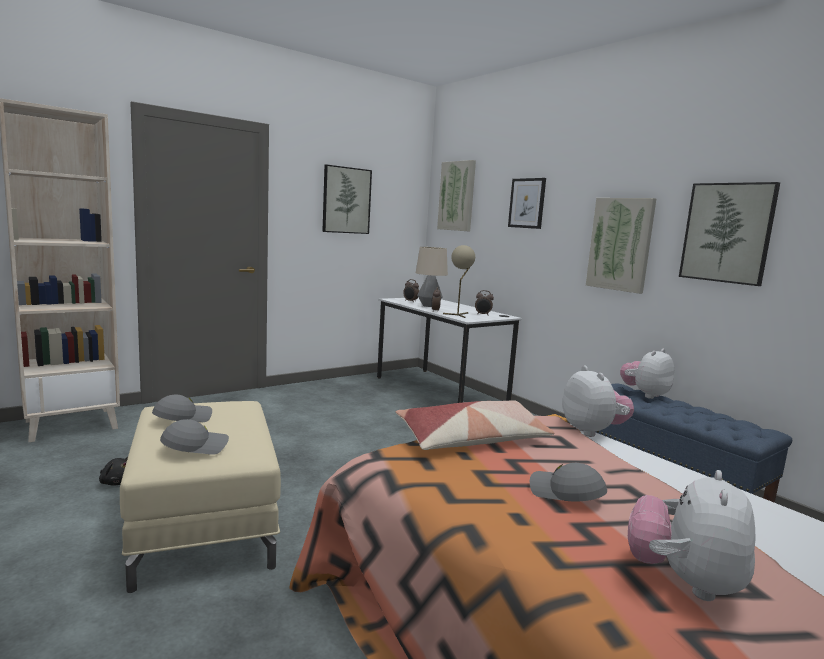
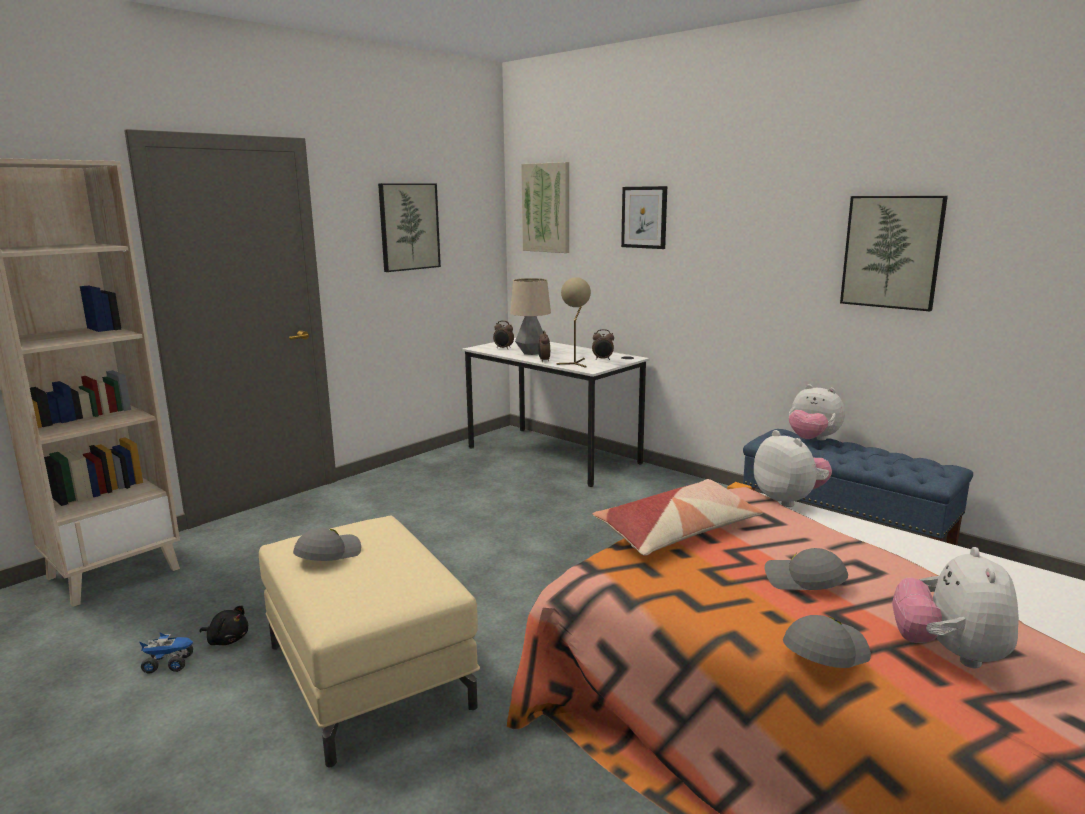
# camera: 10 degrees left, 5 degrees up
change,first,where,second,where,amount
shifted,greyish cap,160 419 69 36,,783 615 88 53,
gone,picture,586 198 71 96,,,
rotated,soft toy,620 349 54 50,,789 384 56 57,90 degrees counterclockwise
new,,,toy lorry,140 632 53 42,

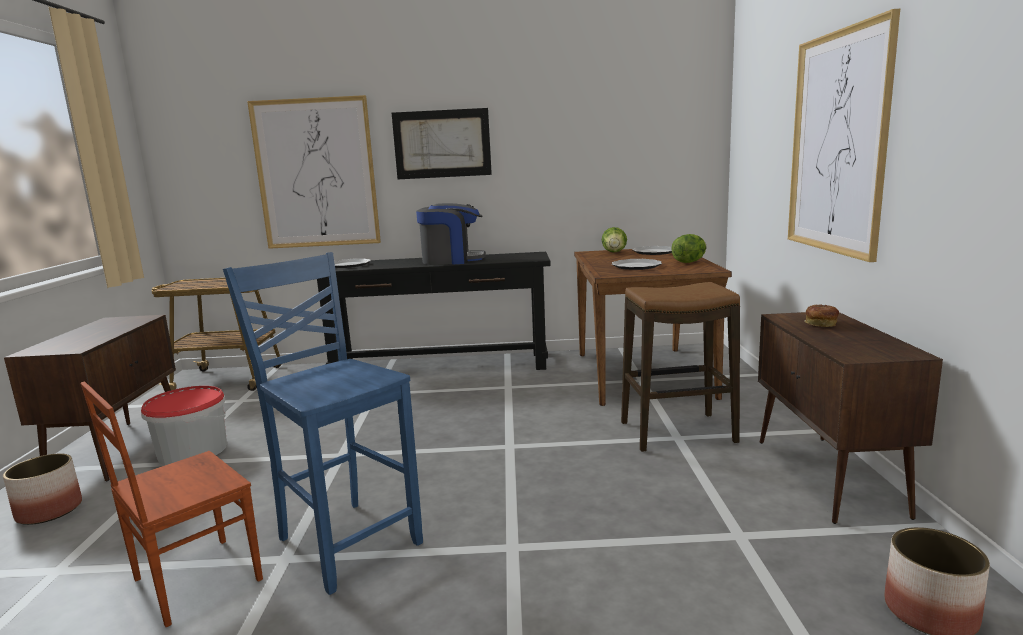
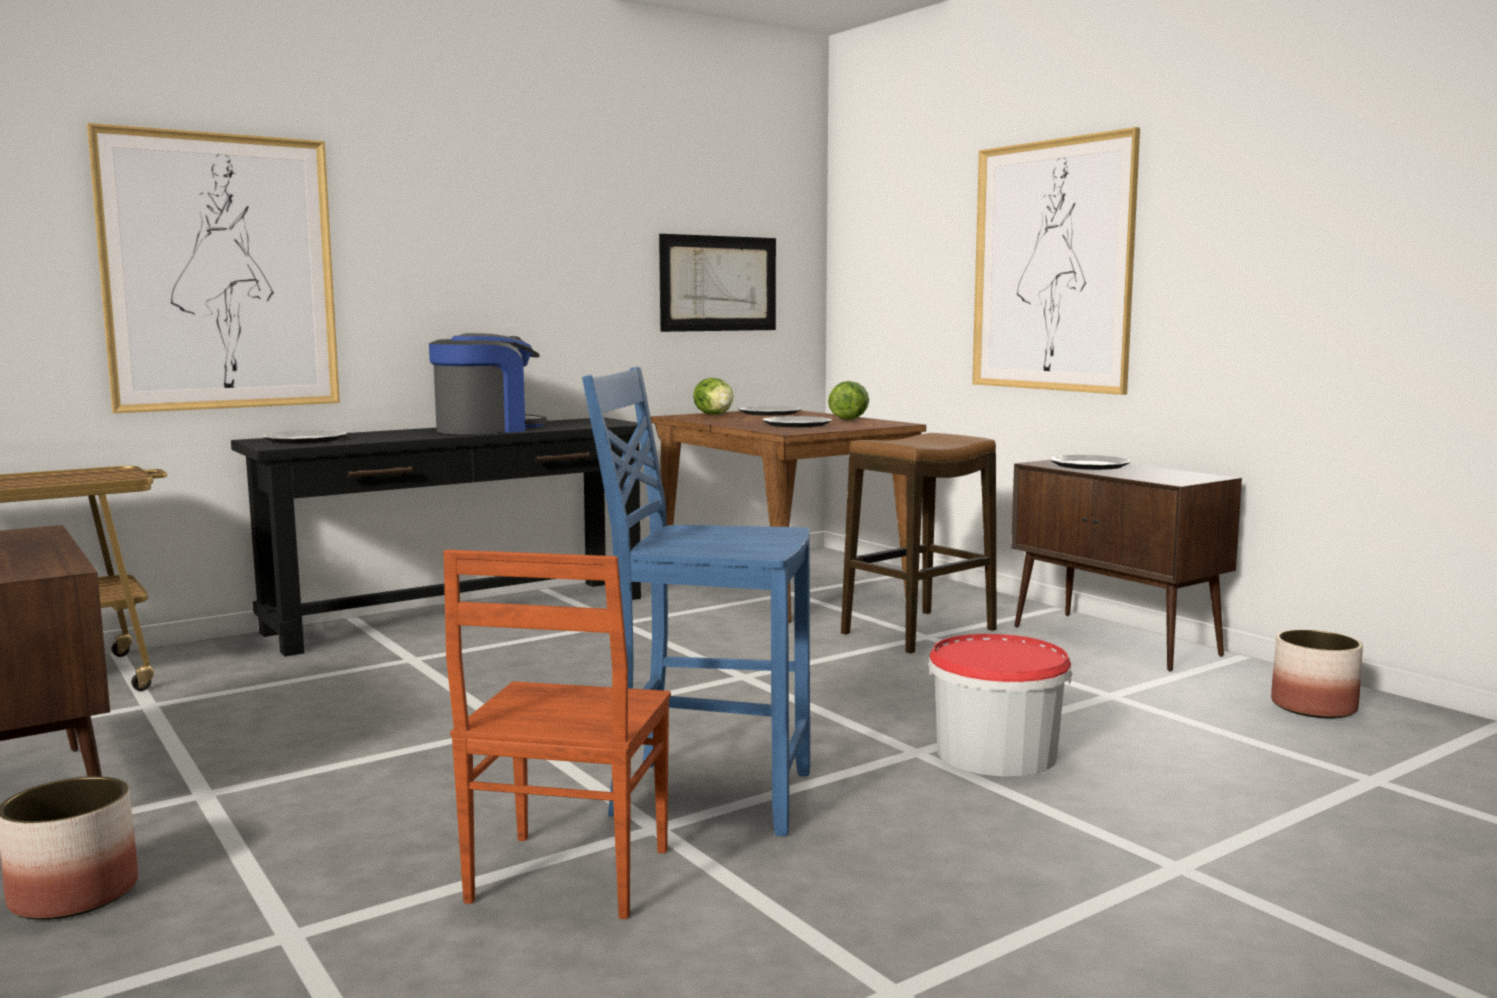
# camera: 35 degrees left, 5 degrees down
change,first,where,second,where,amount
shifted,water bucket,141 386 86 79,,928 634 144 143,
shifted,picture,392 108 100 71,,659 234 117 98,
swapped,bakery bread,804 304 35 23,flat dish,1050 455 81 15,

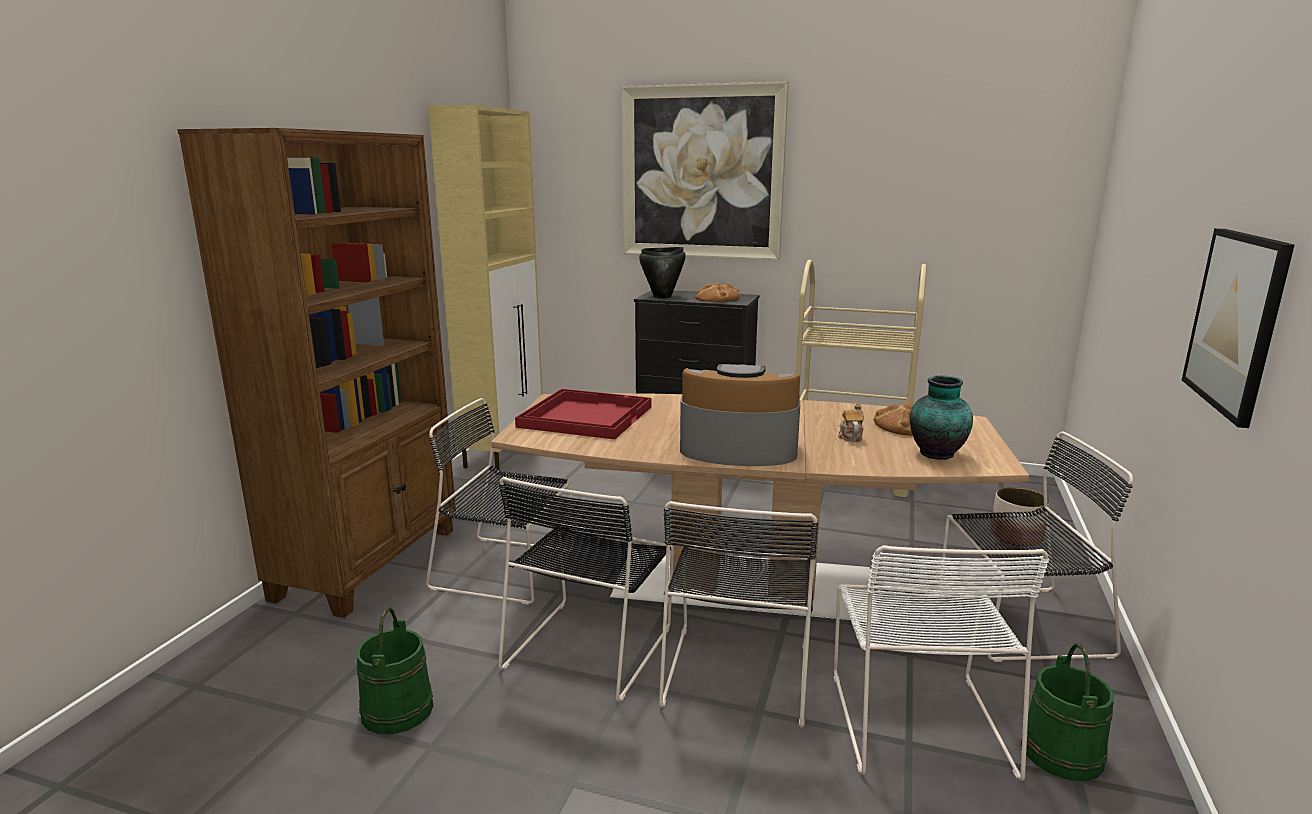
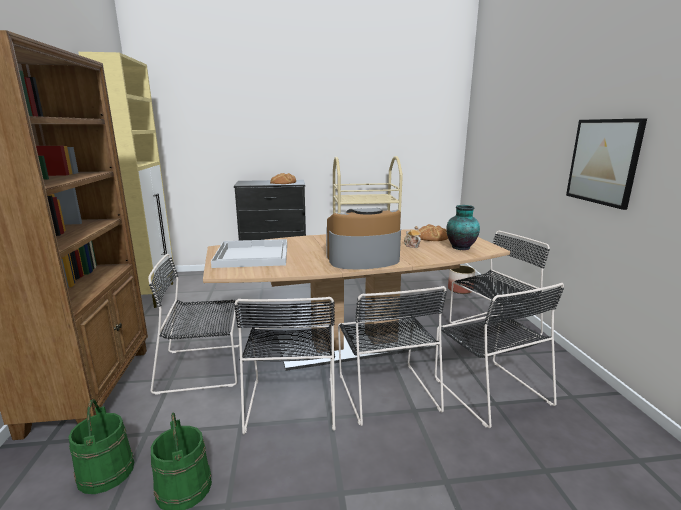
# camera: 25 degrees left, 0 degrees up
change,first,where,second,where,amount
repainted,red carrying tray,515 389 137 50,white carrying tray,211 239 76 29,
gone,picture,621 81 168 179,,,
gone,black stockpot,639 247 47 51,,,
repainted,white upright chair,833 545 216 236,black upright chair,435 283 129 145,
shifted,greenish water bucket,1021 643 93 138,,69 399 65 95,

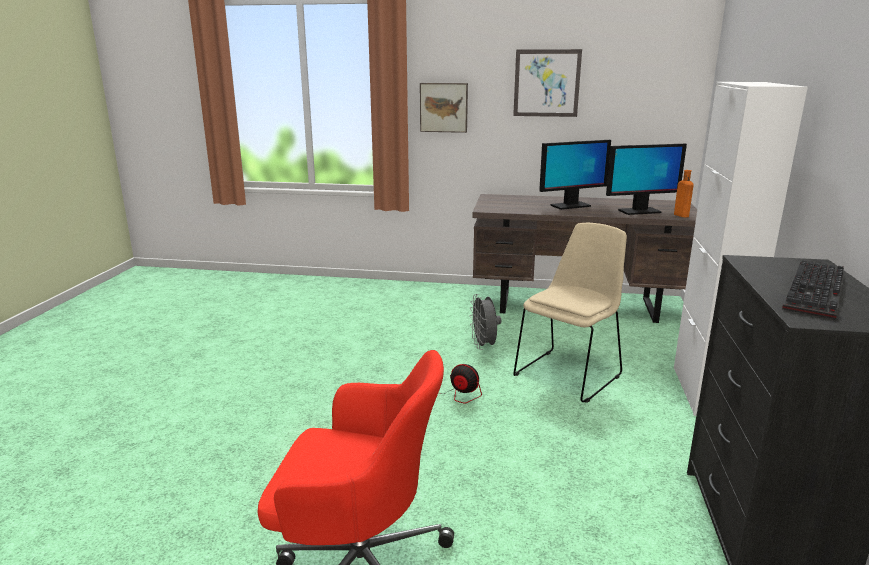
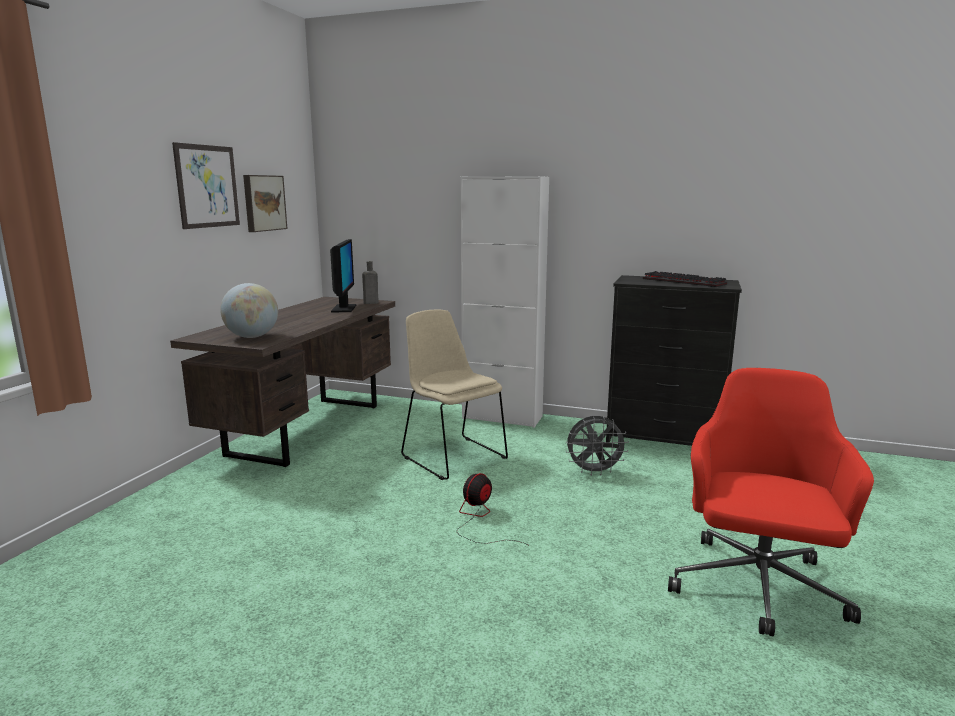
# camera: 80 degrees left, 5 degrees down
change,first,where,second,where,amount
shifted,picture,420 83 48 50,,243 175 44 57,
shifted,greyish cooling fan,470 294 31 56,,566 416 63 60,
gone,monitor,539 140 72 70,,,
repainted,orange bottle,674 170 20 47,greyish bottle,362 261 17 43,
new,,,desk globe,220 283 58 55,

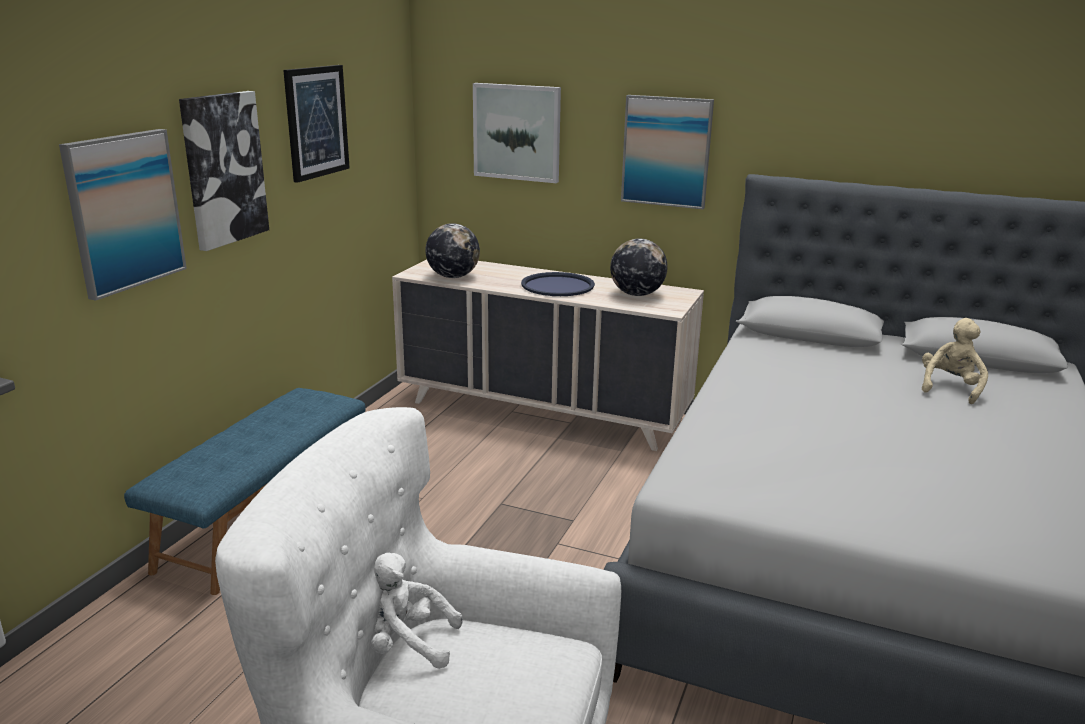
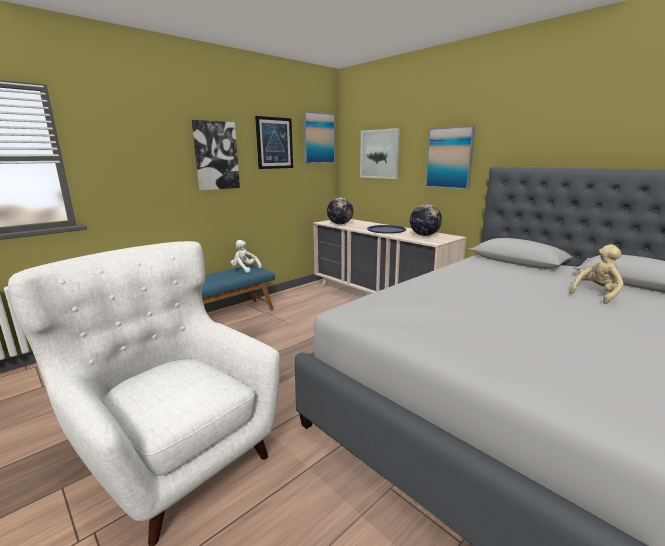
# camera: 25 degrees right, 5 degrees down
change,first,where,second,where,amount
shifted,picture,59 129 128 172,,303 111 32 53,
shifted,white soft toy,371 553 91 116,,231 240 31 33,

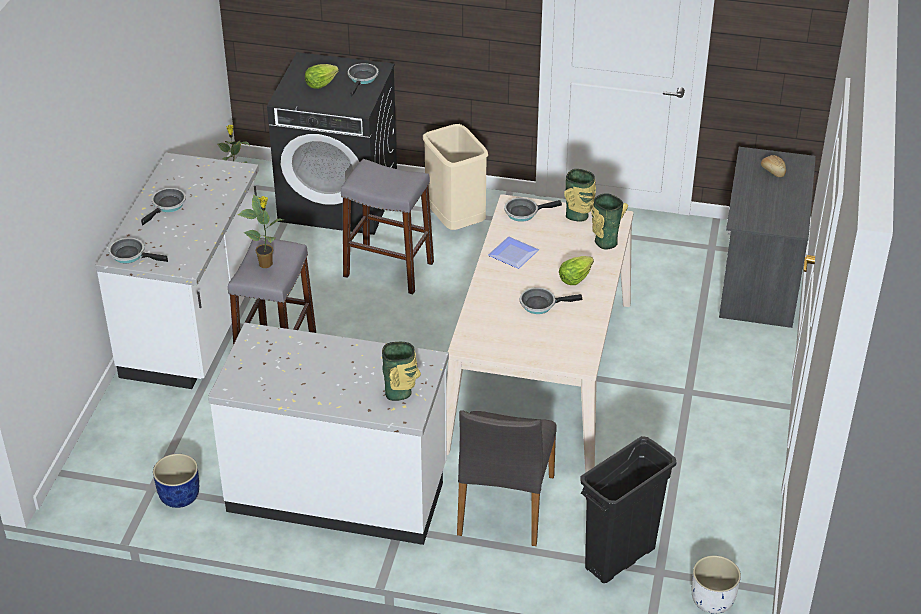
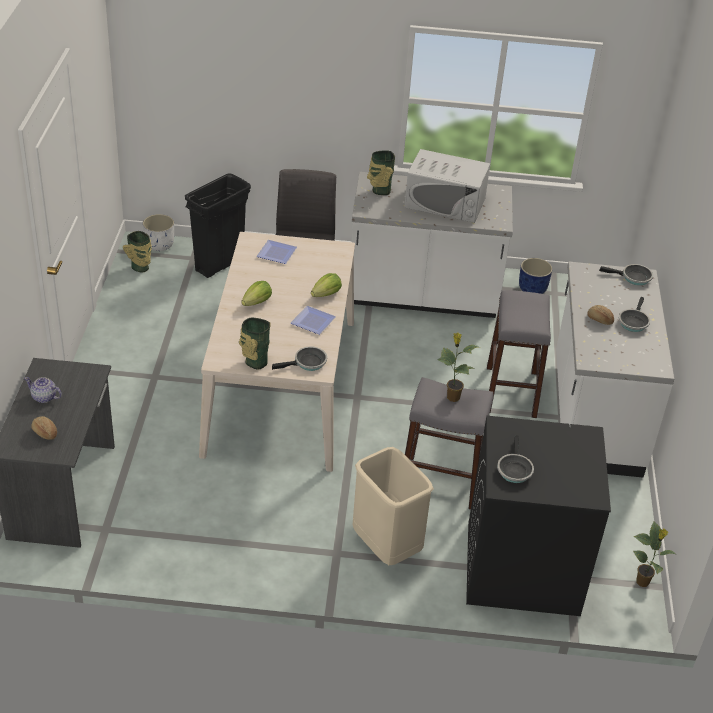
# camera: 170 degrees right, 0 degrees up
change,first,where,second,where,amount
shifted,houseplant,238 195 45 73,,437 333 42 69,
shifted,head of lettuce,305 64 34 25,,311 273 31 24,
gone,skillet,520 287 62 27,,,
shifted,decorative vase,591 193 37 57,,123 231 29 42,
new,,,pot for tea,24 377 38 26,
new,,,flat dish,257 240 40 24,
new,,,white microwave,404 149 86 74,
new,,,bakery bread,587 305 27 20,

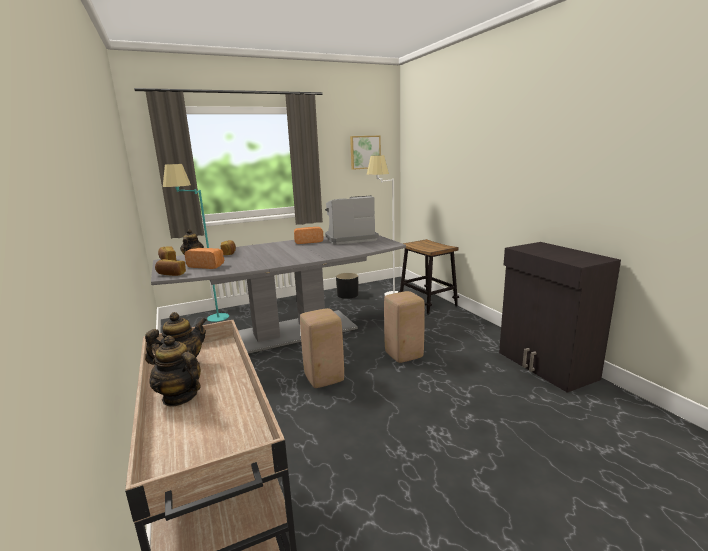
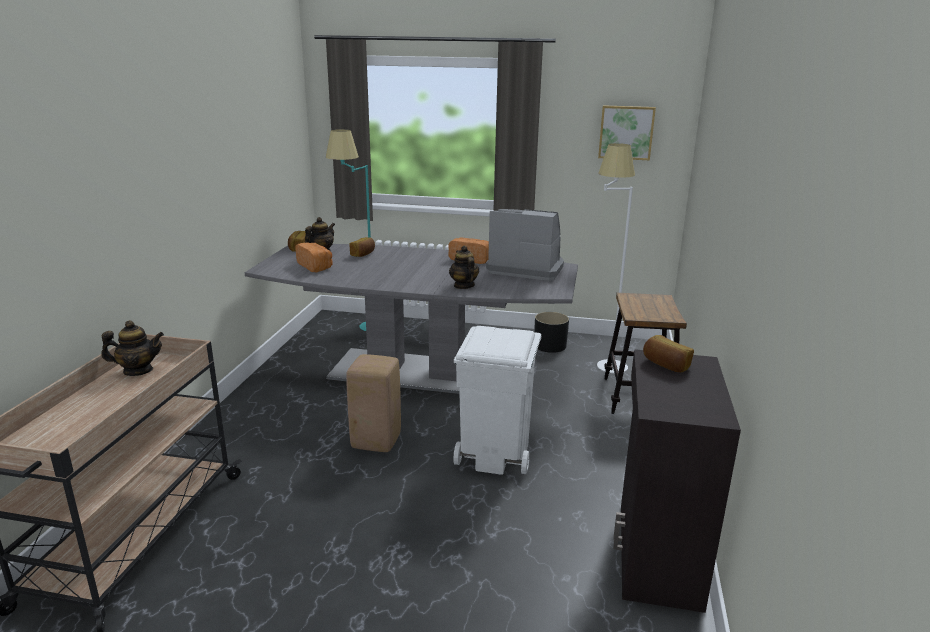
# camera: 35 degrees right, 5 degrees up
change,first,where,second,where,amount
shifted,pot for tea,150 336 51 71,,449 245 30 44,
shifted,bakery bread,155 259 31 17,,643 335 51 37,
swapped,sand-coloured stool,384 291 41 72,white rubbish bin,453 326 88 149,

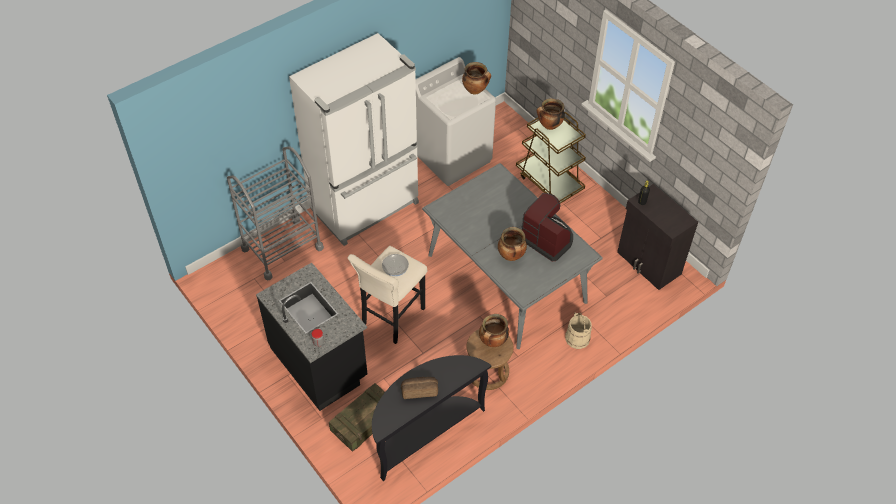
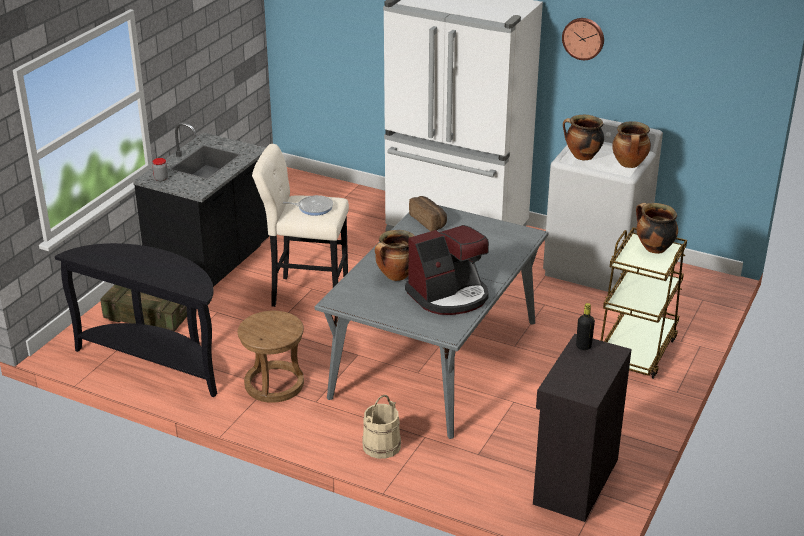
# camera: 65 degrees right, 20 degrees down
change,first,where,second,where,amount
gone,greyish wheeled cart,227 146 97 135,,,
shifted,bakery bread,401 377 37 22,,409 196 38 35,
shifted,stockpot,479 314 30 33,,563 115 41 45,
rotated,coffee brewer,522 193 51 68,,405 225 84 90,45 degrees clockwise
new,,,clock on the wall,562 18 42 42,

